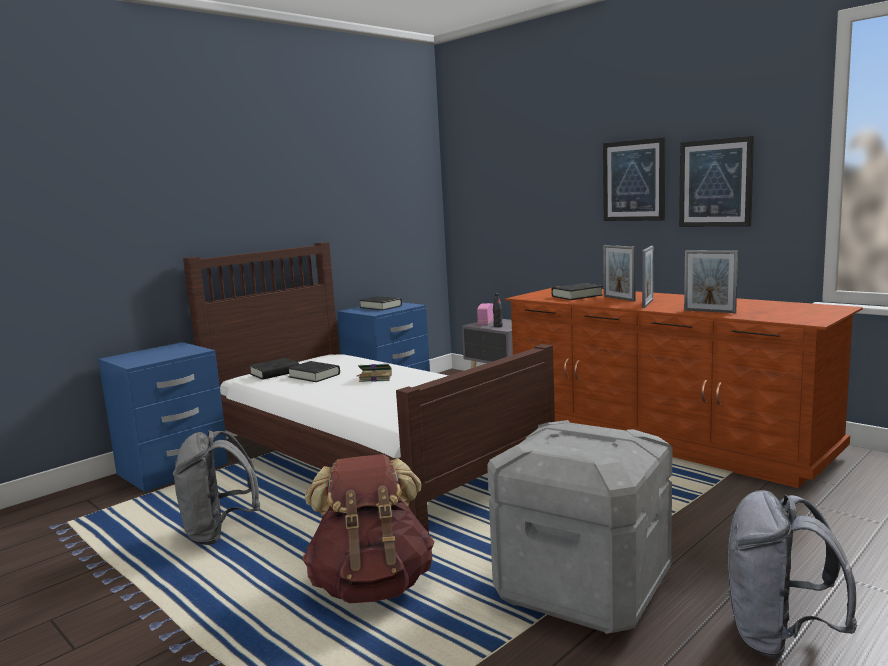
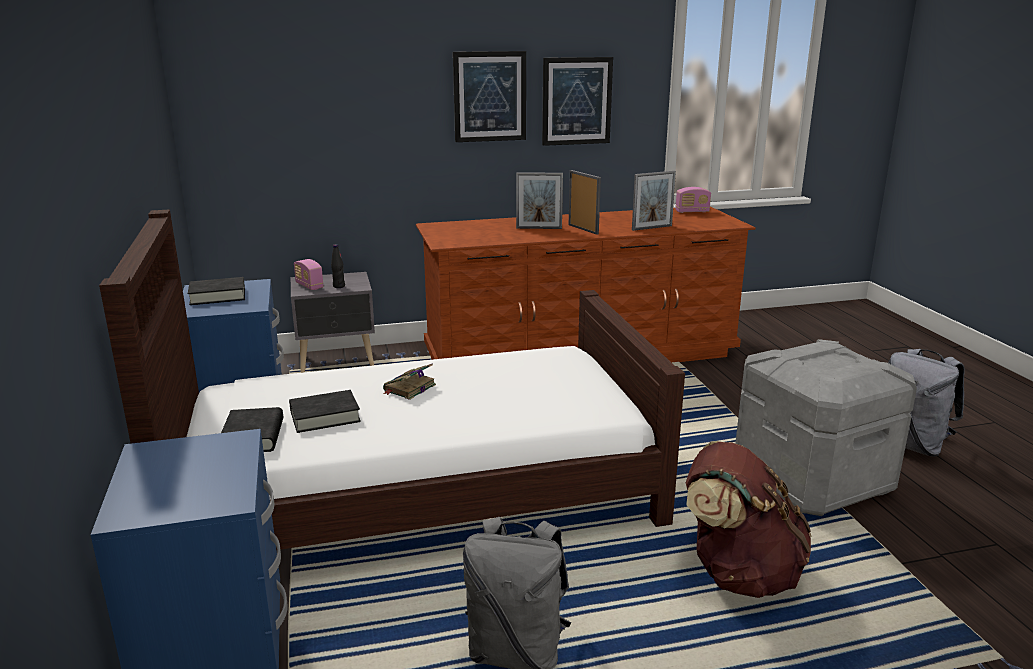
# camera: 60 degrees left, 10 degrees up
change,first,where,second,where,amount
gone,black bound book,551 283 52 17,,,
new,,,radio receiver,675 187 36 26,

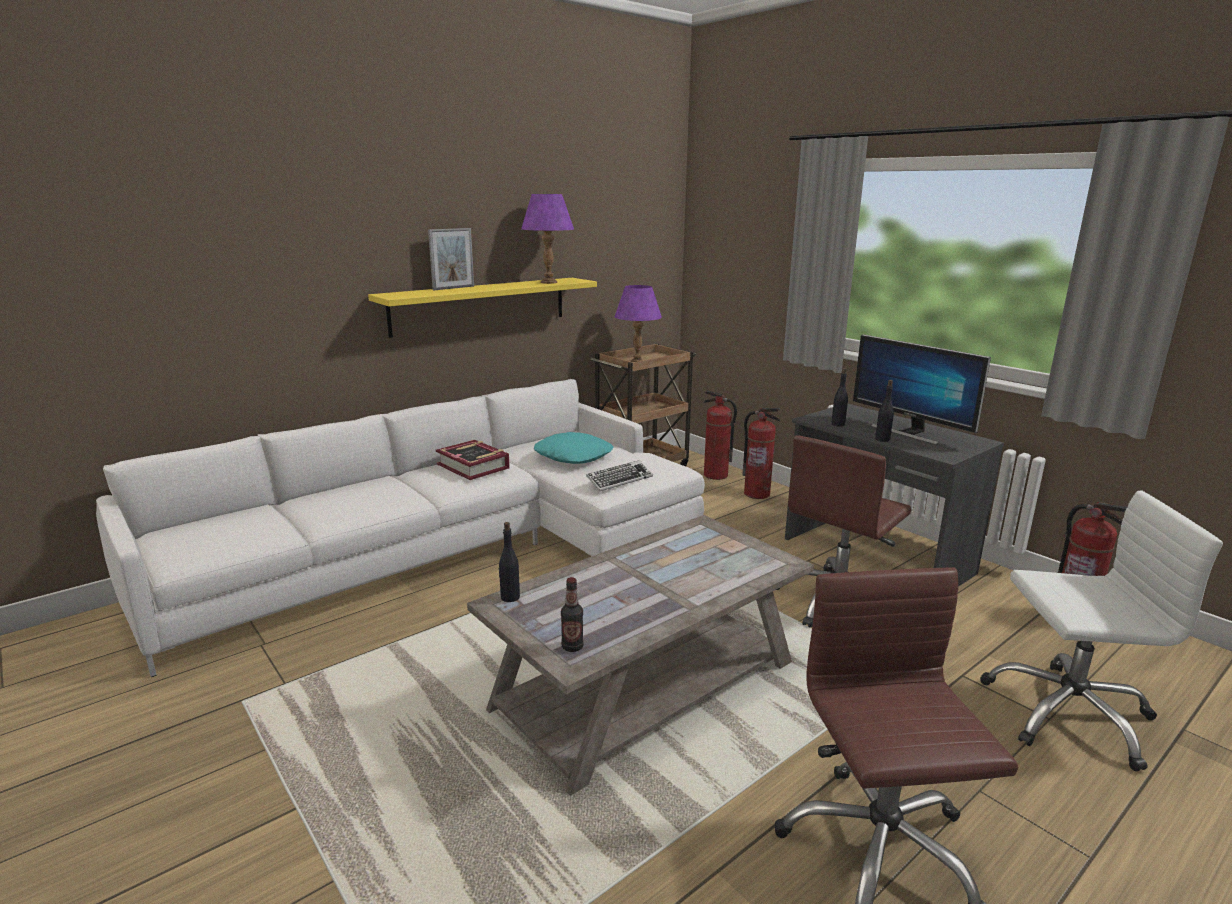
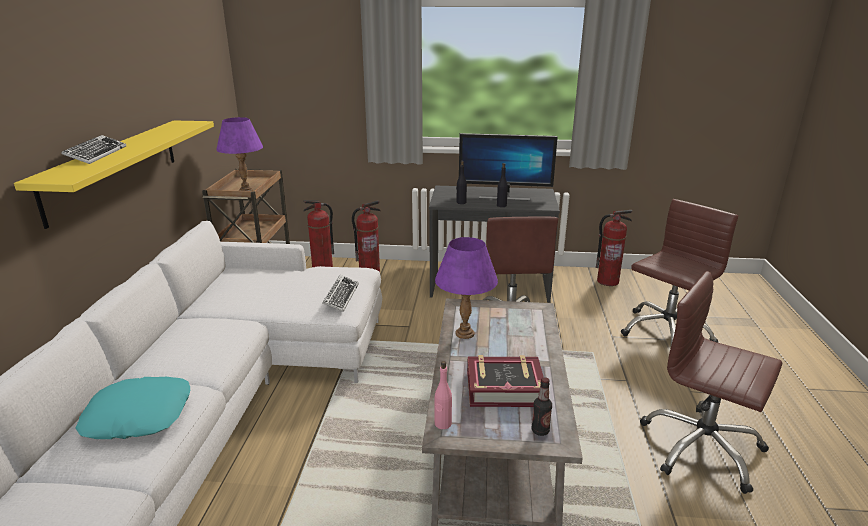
# camera: 45 degrees left, 5 degrees up
change,first,where,second,where,amount
swapped,photo frame,428 228 46 62,keyboard,61 135 65 29,
shifted,bound book,436 440 74 40,,467 355 77 52,
repainted,black bottle,498 522 22 80,pinkish bottle,435 361 17 68,
shifted,purple lamp for a table,521 194 53 90,,435 237 63 102,
shifted,blue-green pillow,534 432 79 32,,75 377 115 62,
repainted,white desk chair,980 491 243 280,brownish desk chair,621 199 117 150,

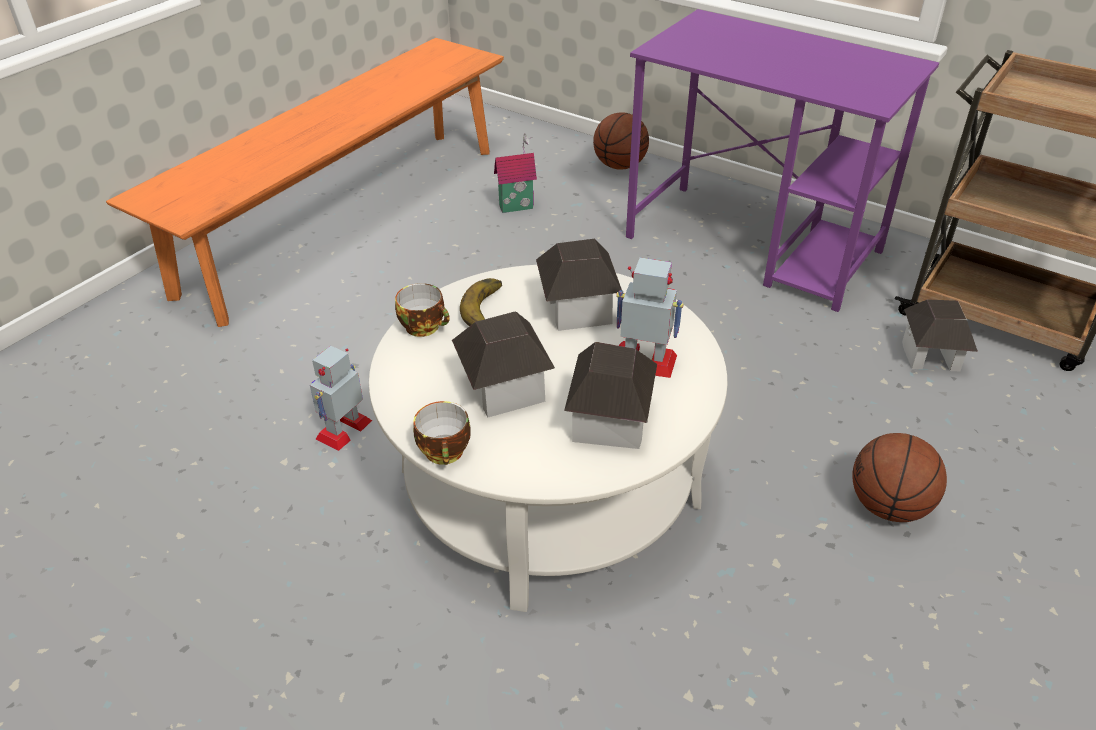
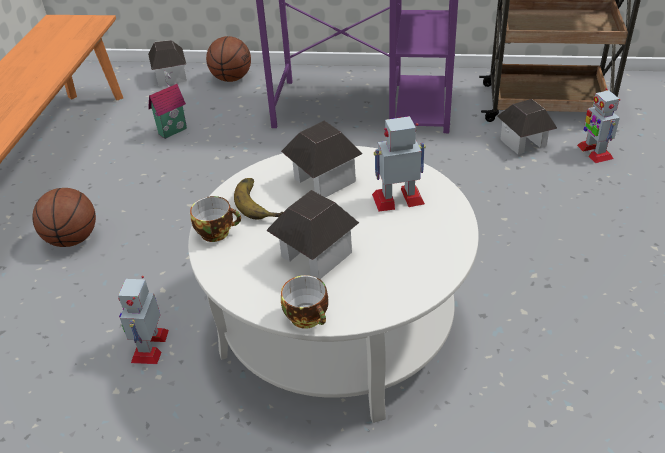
# camera: 25 degrees left, 0 degrees up
change,first,where,second,where,amount
shifted,toy house,564 342 93 107,,148 40 39 47,
shifted,basketball ball,852 433 95 89,,32 188 64 59,
new,,,toy robot,577 88 43 75,

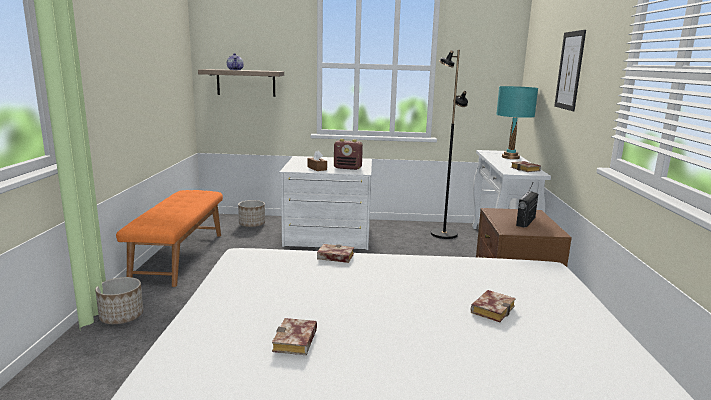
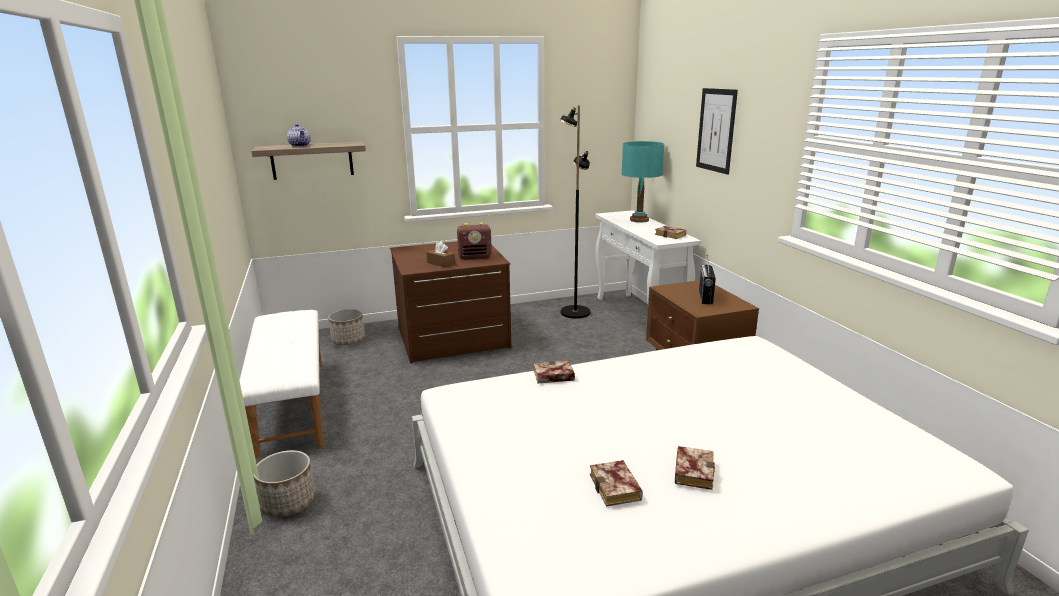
# camera: 20 degrees left, 5 degrees up
change,first,where,second,where,amount
repainted,orange long seat,116 190 107 97,white long seat,239 310 85 148,
repainted,white chest of drawers,279 156 93 94,brownish chest of drawers,390 241 121 123,
shifted,bound book,470 290 46 32,,675 446 40 44,

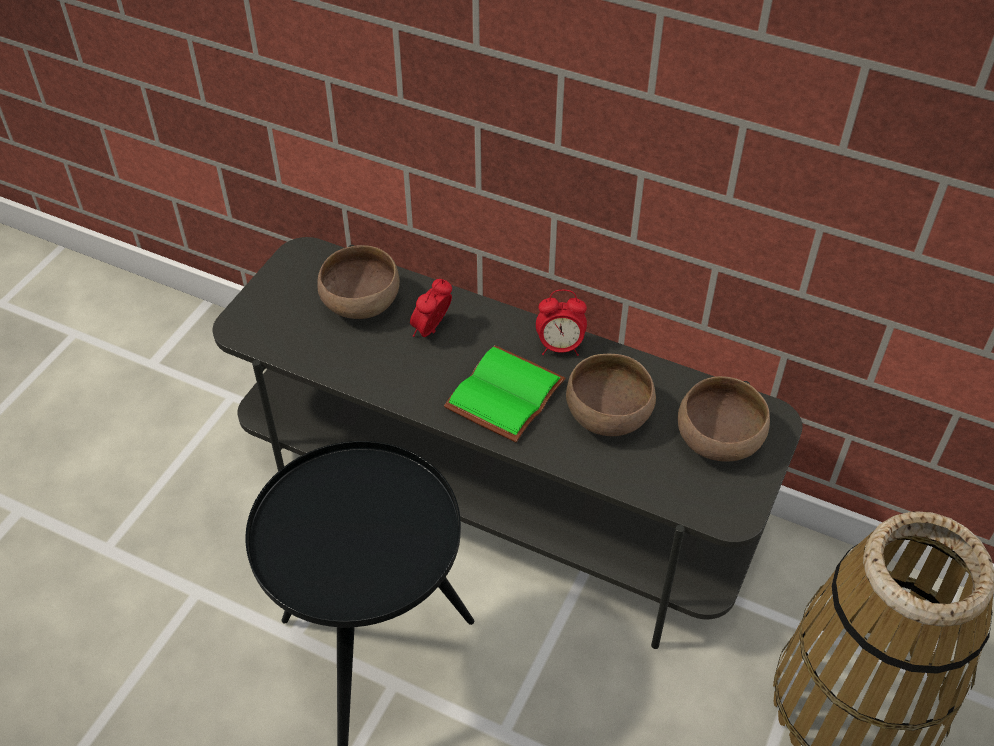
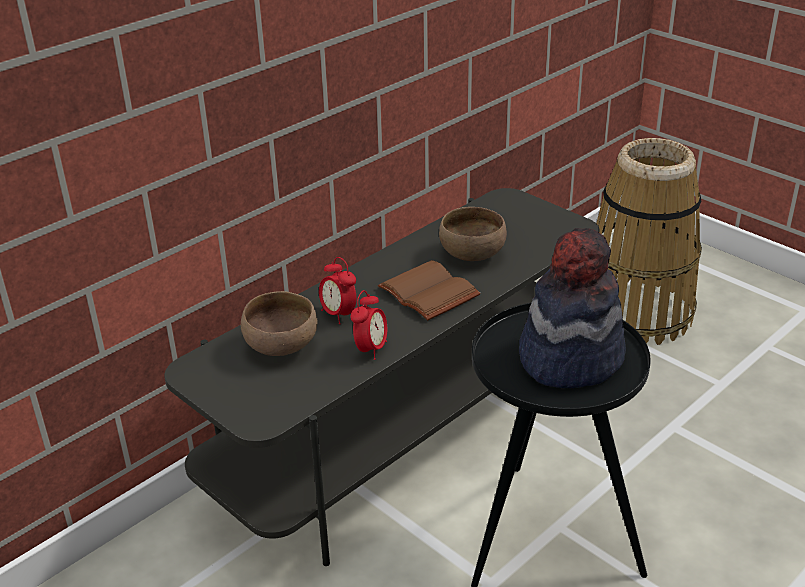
# camera: 70 degrees left, 15 degrees down
change,first,where,second,where,amount
repainted,greenish bound book,444 345 121 97,brownish bound book,378 260 102 60,
shifted,alarm clock,536 290 51 66,,351 290 36 70,
gone,brownish serving bowl,678 376 92 86,,,
new,,,wearable hat,519 228 107 160,

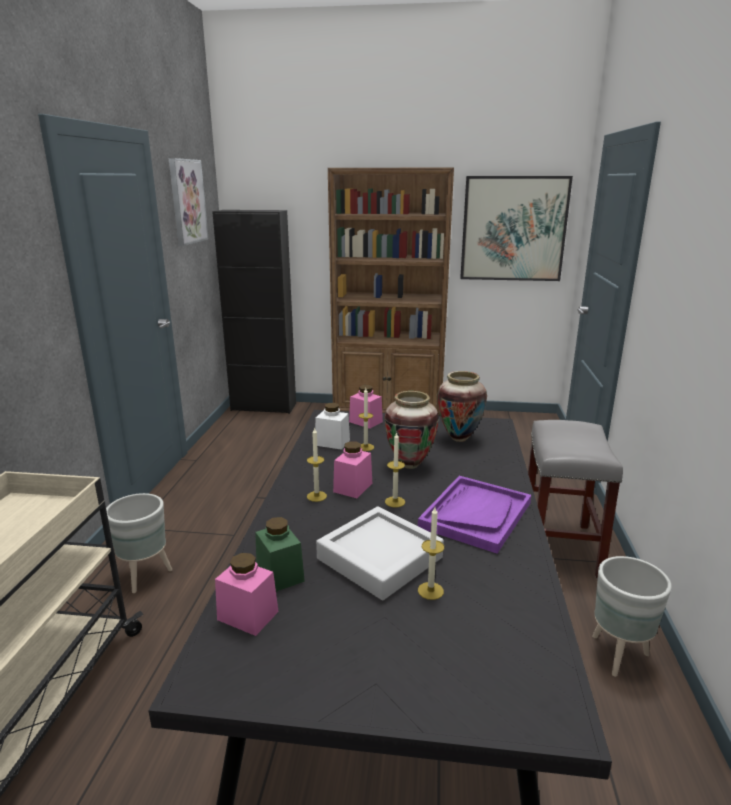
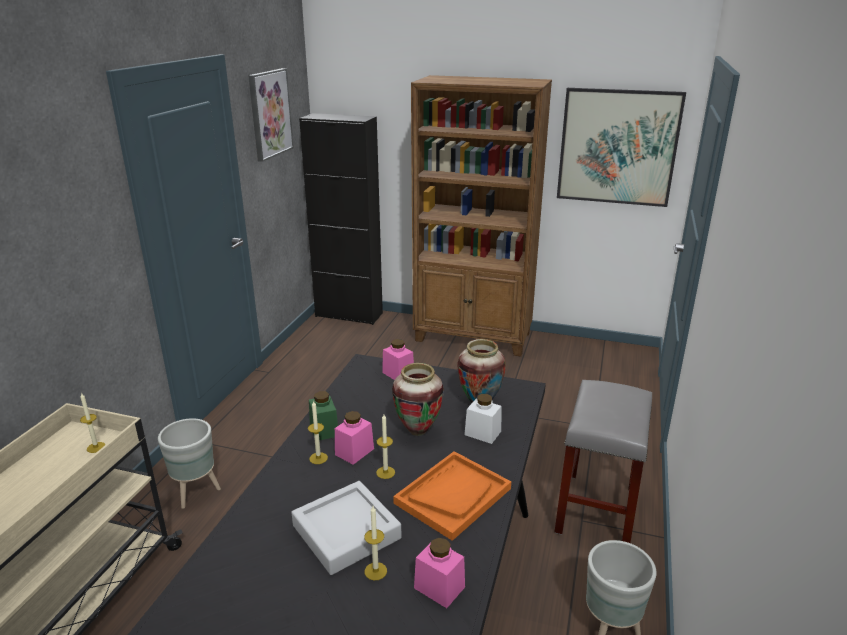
# camera: 10 degrees right, 5 degrees up
change,first,where,second,where,amount
shifted,pinkish jar,215 553 64 83,,414 538 51 70,
shifted,greenish jar,255 517 50 75,,309 391 29 50,
shifted,white jar,315 403 35 47,,464 394 37 50,
shifted,wax light,358 388 16 63,,80 393 26 60,
repainted,purple carrying tray,418 476 113 78,orange carrying tray,393 451 118 90,

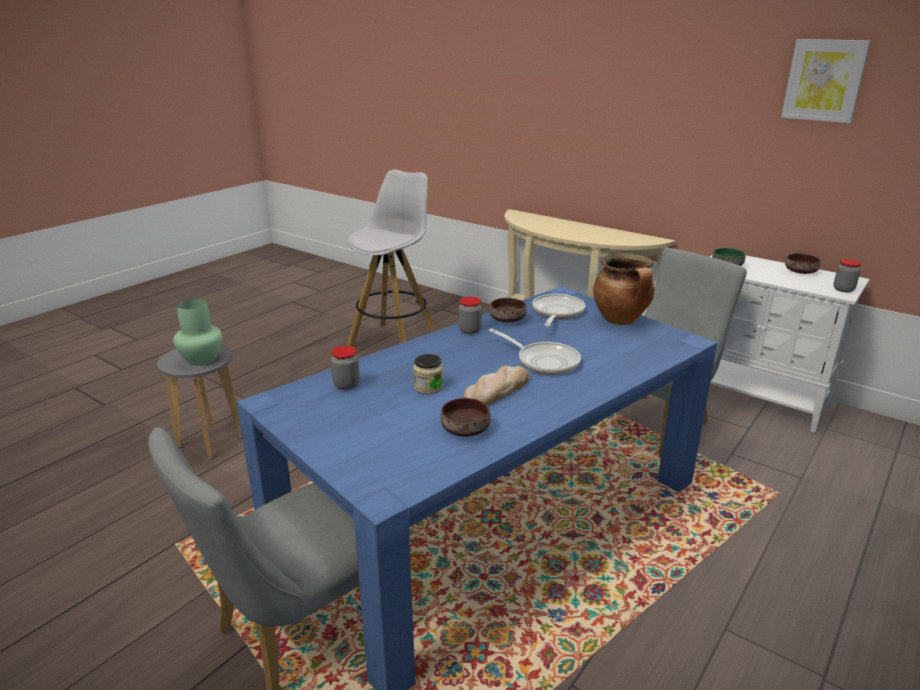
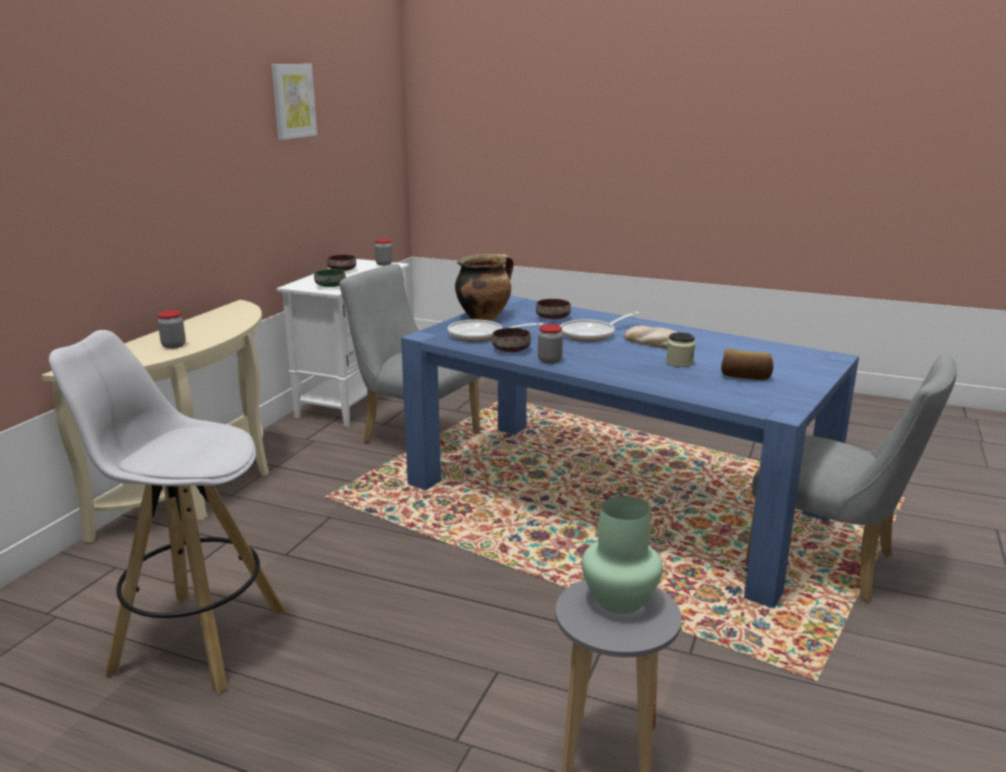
# camera: 105 degrees left, 5 degrees down
change,first,where,second,where,amount
shifted,jar,331 346 29 44,,157 310 29 39,
shifted,brownish serving bowl,440 398 50 39,,536 299 35 20,
rotated,skillet,489 328 92 47,,561 312 79 29,150 degrees counterclockwise
new,,,bakery bread,721 349 52 31,

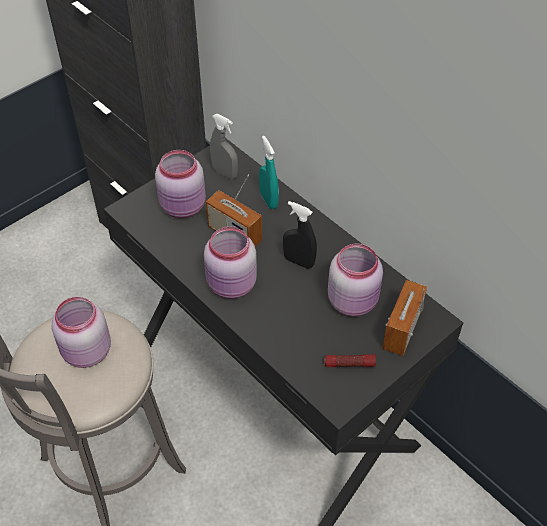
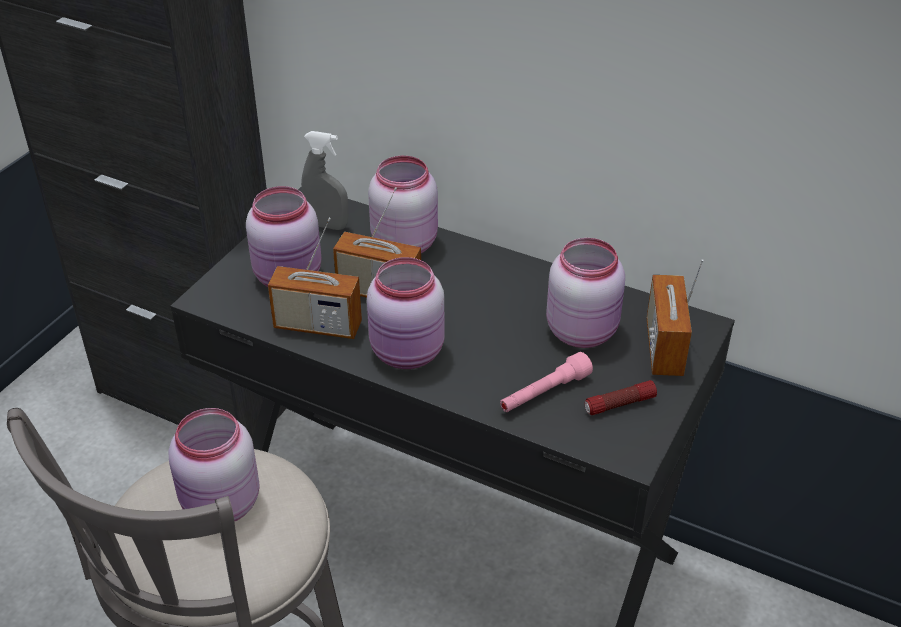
# camera: 20 degrees left, 10 degrees down
change,first,where,second,where,amount
swapped,blue-green hand sprayer,259 136 20 73,pinkish jar,368 156 70 97,
gone,black hand sprayer,283 201 34 68,,,
new,,,radio receiver,268 218 94 121,
new,,,pinkish flashlight,500 352 93 60,

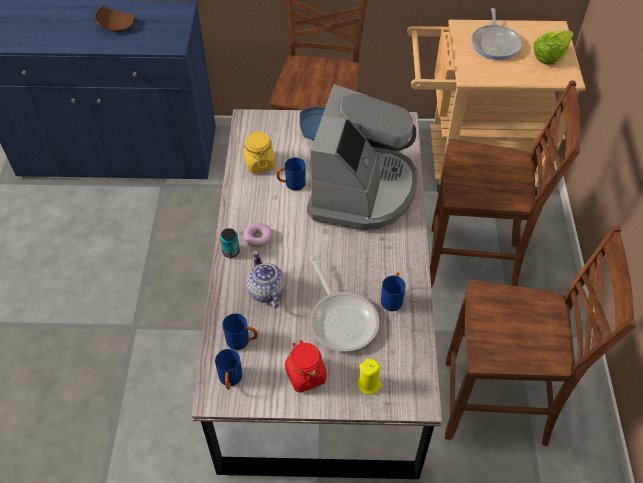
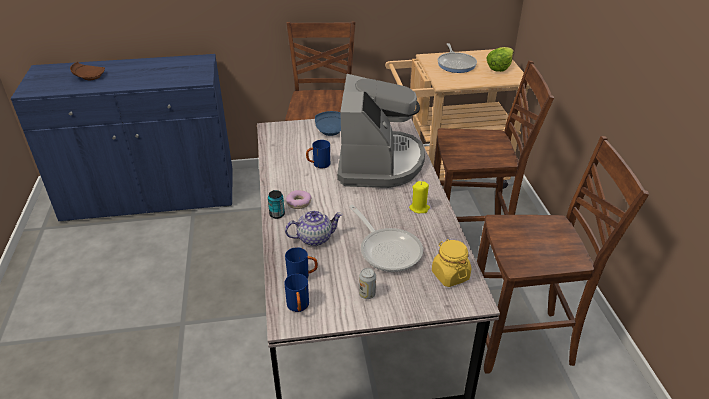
# camera: 10 degrees left, 15 degrees down
change,first,where,second,where,amount
shifted,brownish flat dish,95 6 39 26,,70 62 35 18,
shifted,yellow-coloured jar,243 131 33 43,,432 239 39 48,
rotated,pot for tea,246 250 40 59,,285 210 58 36,105 degrees clockwise
swapped,red jar,285 340 42 53,metal can,359 268 17 31,
shifted,yellow-coloured wax light,356 358 26 36,,409 181 21 32,
gone,blue-coloured coffee mug,381 272 25 39,,,

